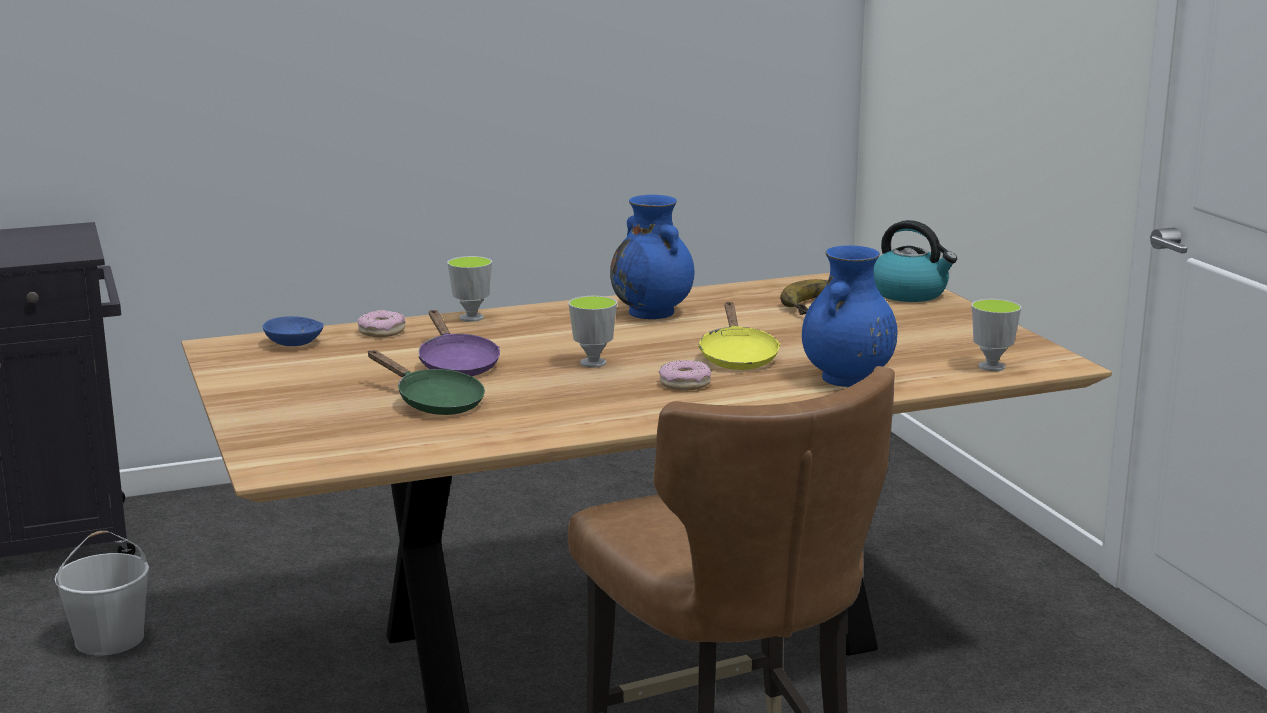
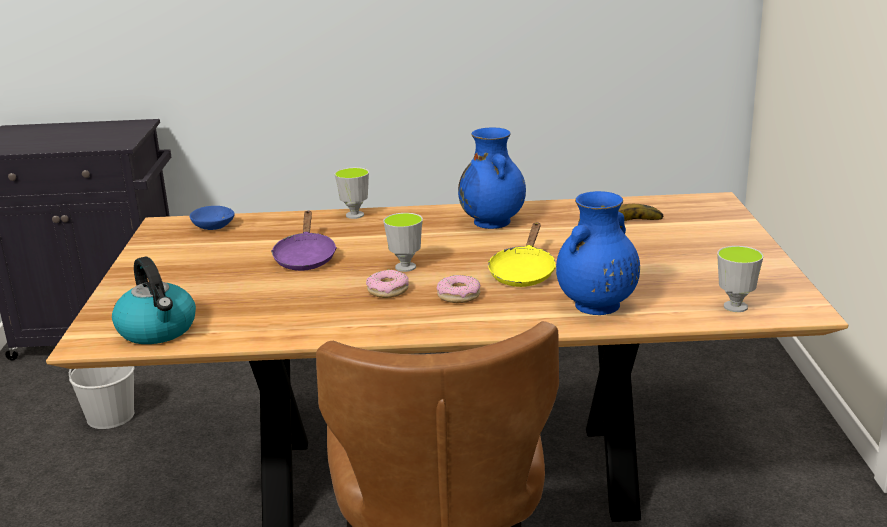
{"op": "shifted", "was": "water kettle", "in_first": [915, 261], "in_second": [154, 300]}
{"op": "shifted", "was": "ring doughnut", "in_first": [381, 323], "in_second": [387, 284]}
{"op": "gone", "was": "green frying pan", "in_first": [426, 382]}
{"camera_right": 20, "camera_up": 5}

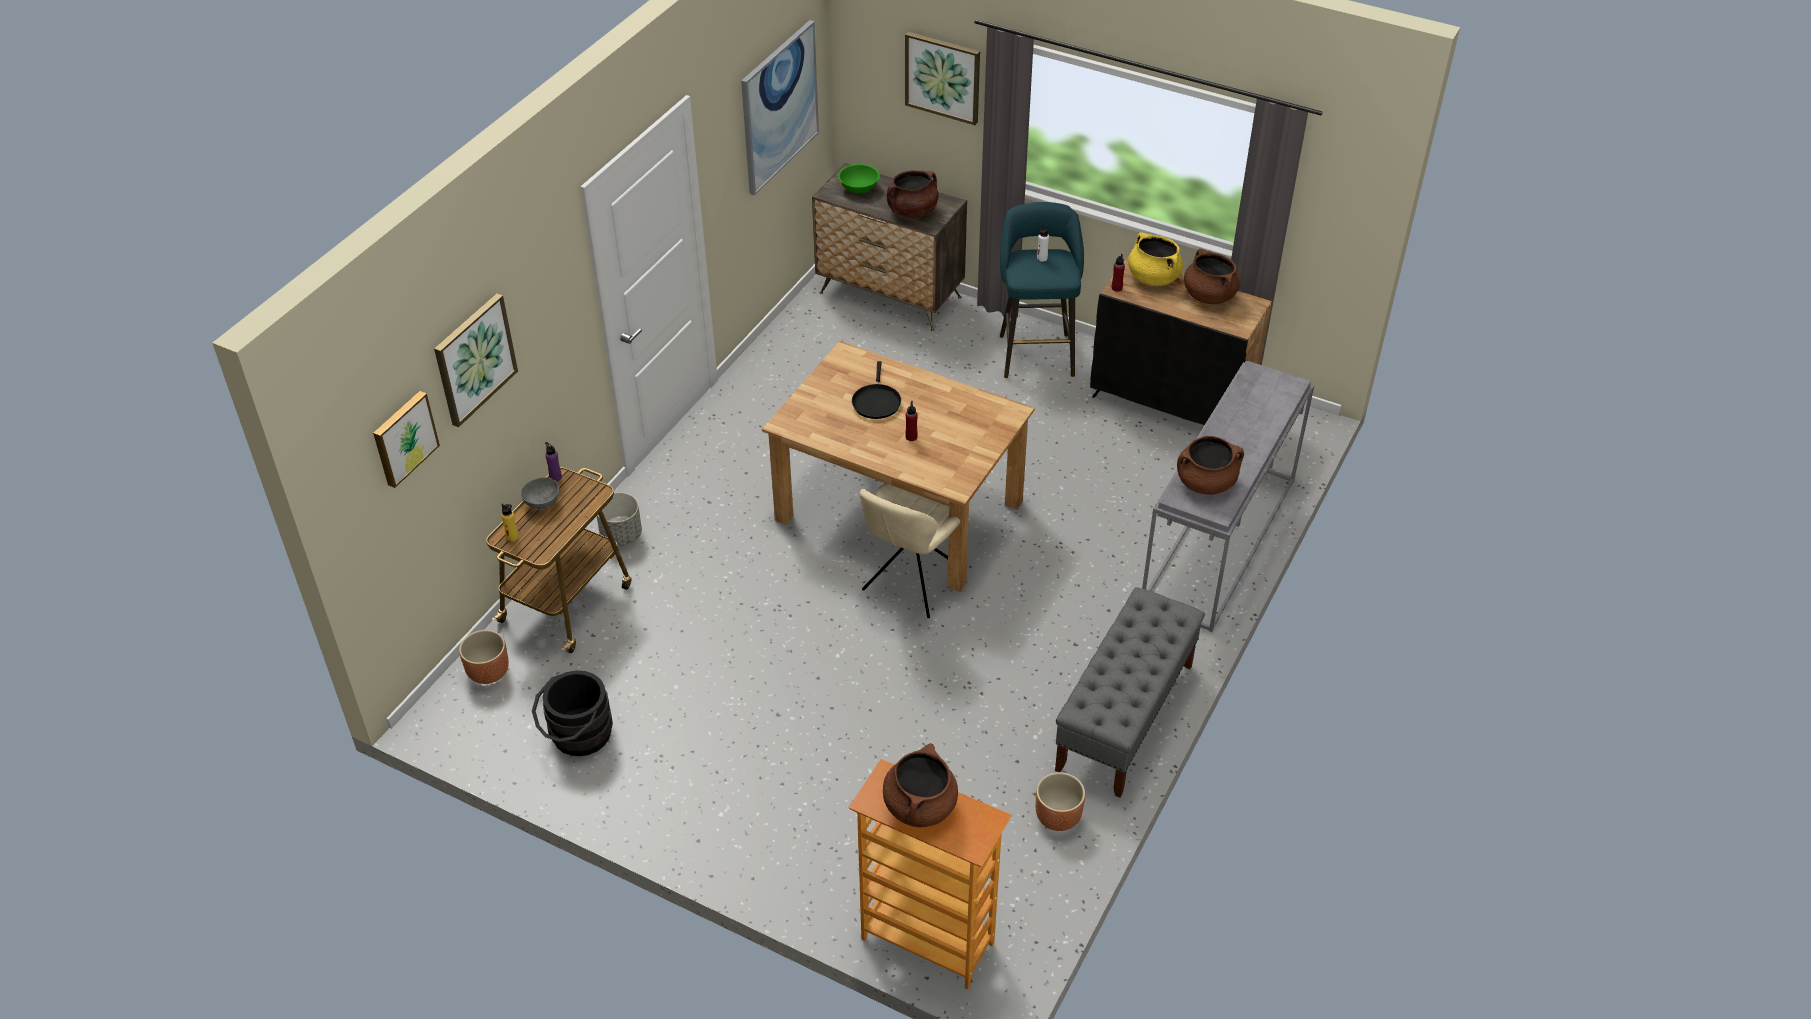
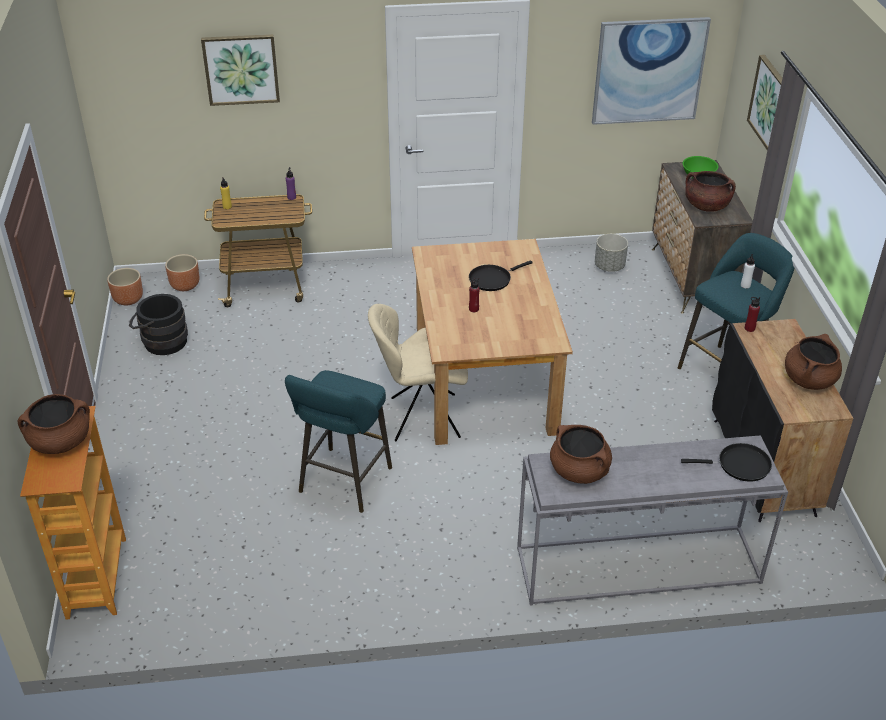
{"op": "shifted", "was": "brownish plant pot", "in_first": [1060, 801], "in_second": [125, 286]}
{"op": "new", "now": "turquoise-coloured sitting stool", "in_second": [338, 441]}
{"op": "shifted", "was": "grey plant pot", "in_first": [619, 519], "in_second": [611, 253]}
{"op": "new", "now": "black-coloured frying pan", "in_second": [726, 462]}
{"op": "gone", "was": "picture", "in_first": [406, 439]}
{"op": "gone", "was": "grey serving bowl", "in_first": [540, 493]}
{"op": "gone", "was": "grey long seat", "in_first": [1130, 692]}
{"op": "gone", "was": "yellow stockpot", "in_first": [1155, 259]}
{"camera_right": 55, "camera_up": -5}

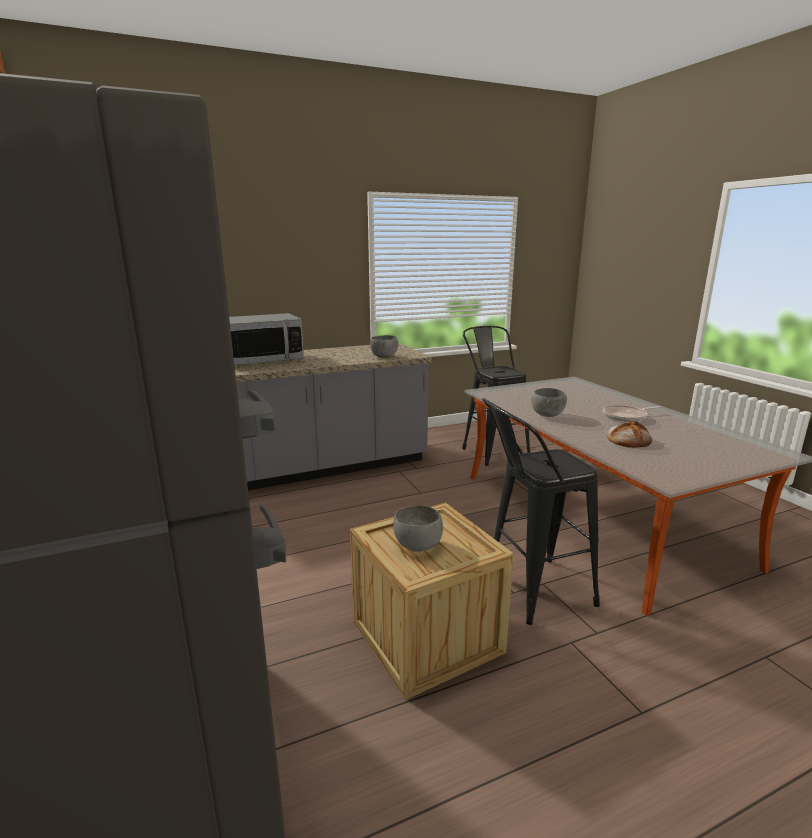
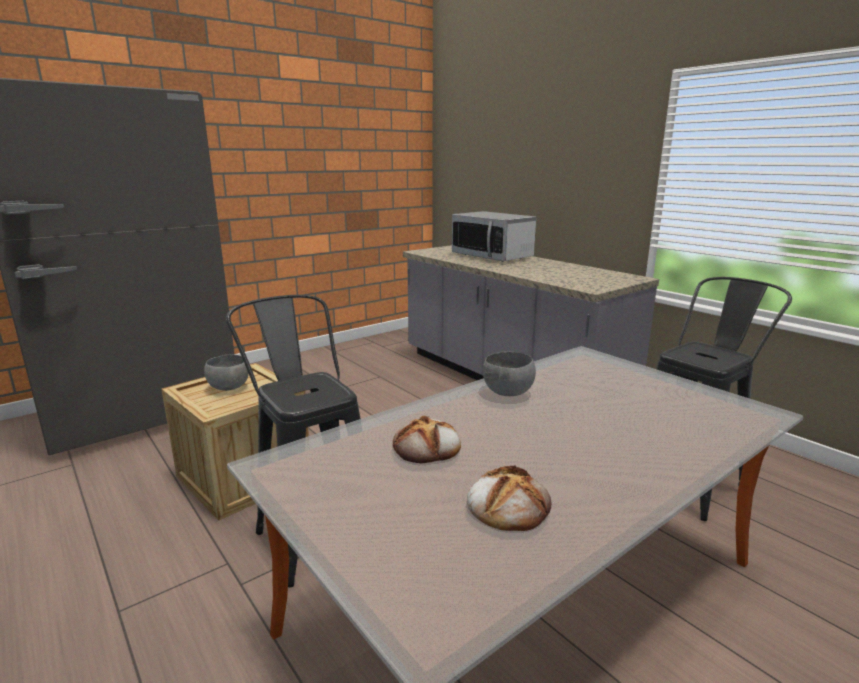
{"op": "new", "now": "bakery bread", "in_second": [509, 498]}
{"op": "gone", "was": "grey serving bowl", "in_first": [384, 346]}
{"op": "gone", "was": "frying pan", "in_first": [632, 413]}
{"camera_right": 75, "camera_up": 0}

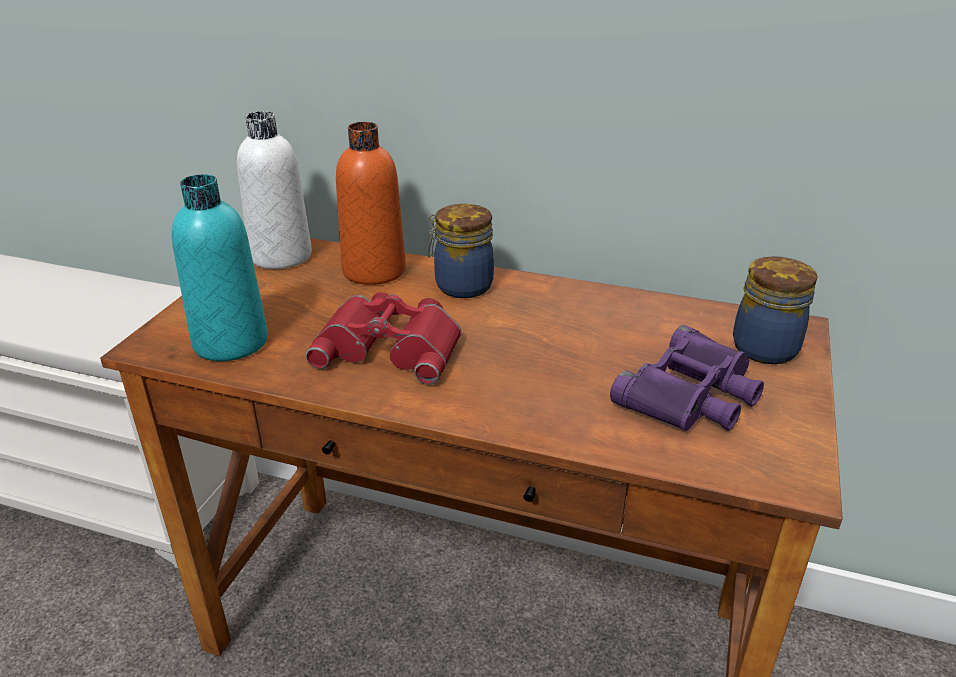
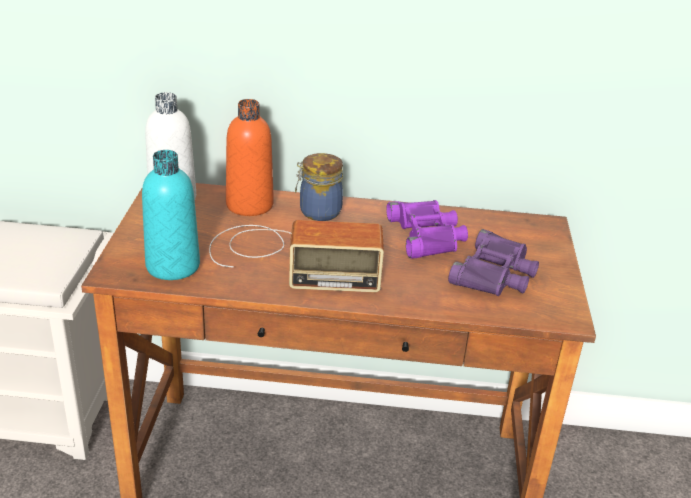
{"op": "swapped", "was": "red binoculars", "now": "radio receiver", "in_first": [383, 338], "in_second": [296, 256]}
{"op": "new", "now": "purple binoculars", "in_second": [427, 229]}
{"op": "gone", "was": "storage jar", "in_first": [775, 310]}
{"camera_right": -15, "camera_up": 0}

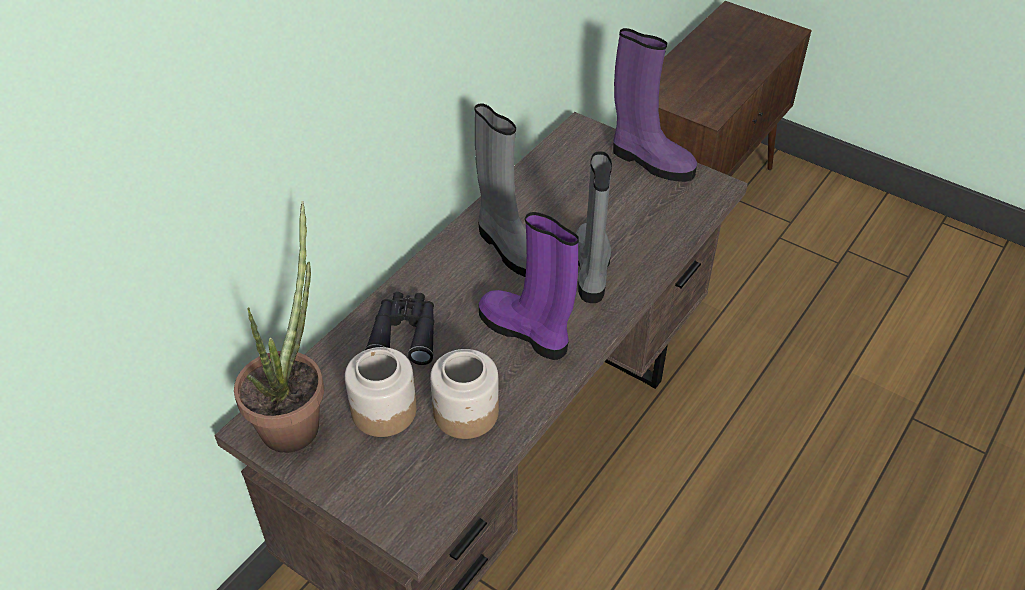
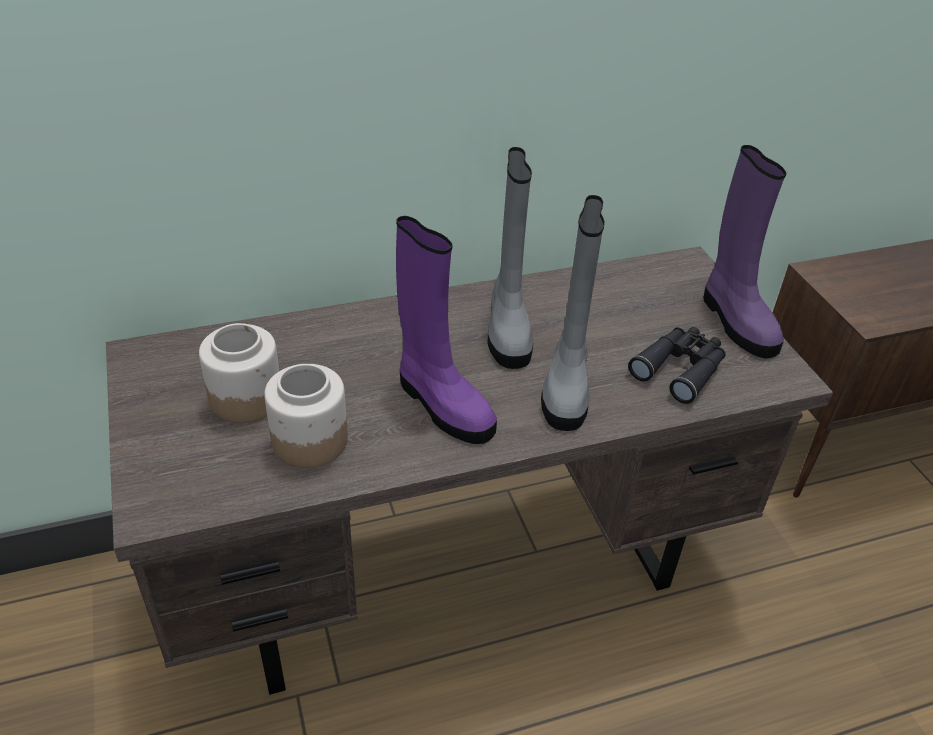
{"op": "rotated", "was": "purple boot", "in_first": [529, 286], "in_second": [446, 330], "clockwise": 150}
{"op": "rotated", "was": "grey boot", "in_first": [594, 227], "in_second": [573, 313], "clockwise": 150}
{"op": "shifted", "was": "black-coloured binoculars", "in_first": [399, 328], "in_second": [677, 365]}
{"op": "gone", "was": "potted plant", "in_first": [279, 327]}
{"camera_right": 35, "camera_up": -5}

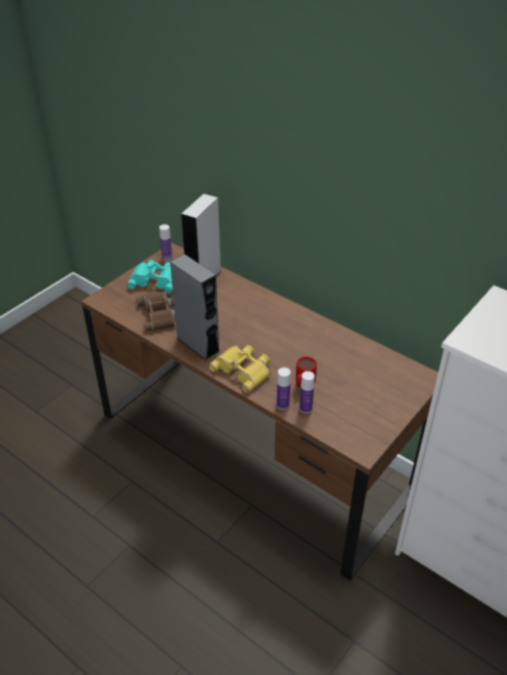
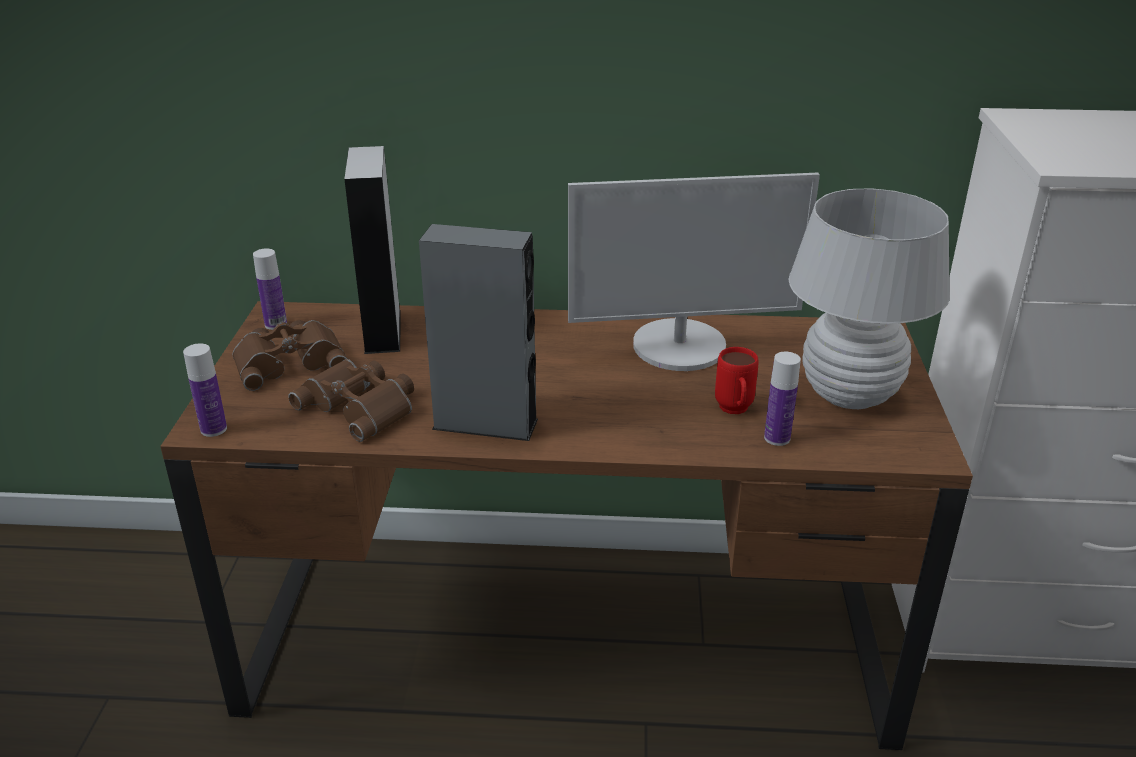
{"op": "shifted", "was": "beverage bottle", "in_first": [283, 388], "in_second": [205, 390]}
{"op": "repainted", "was": "turquoise-coloured binoculars", "now": "brownish binoculars", "in_first": [150, 277], "in_second": [290, 355]}
{"op": "new", "now": "computer screen", "in_second": [694, 272]}
{"op": "new", "now": "white-coloured tabletop lamp", "in_second": [869, 298]}
{"op": "gone", "was": "yellow binoculars", "in_first": [239, 369]}
{"camera_right": -35, "camera_up": -10}

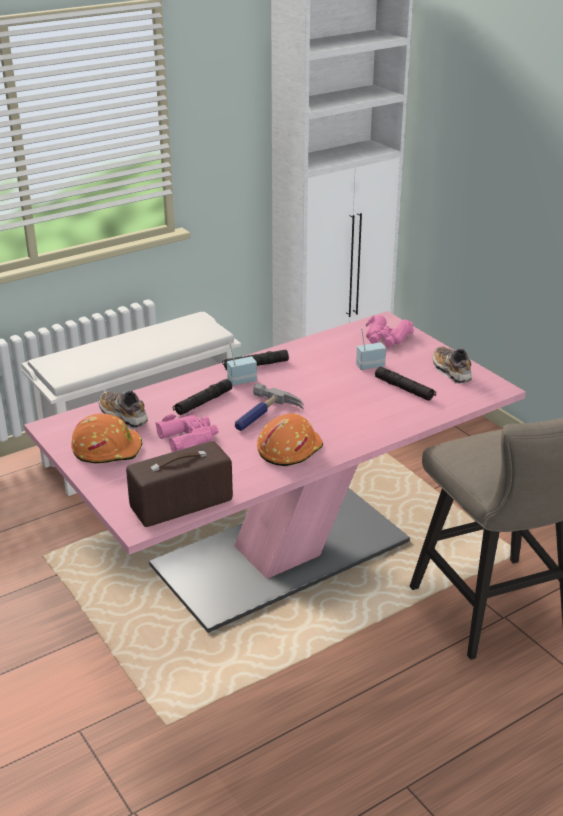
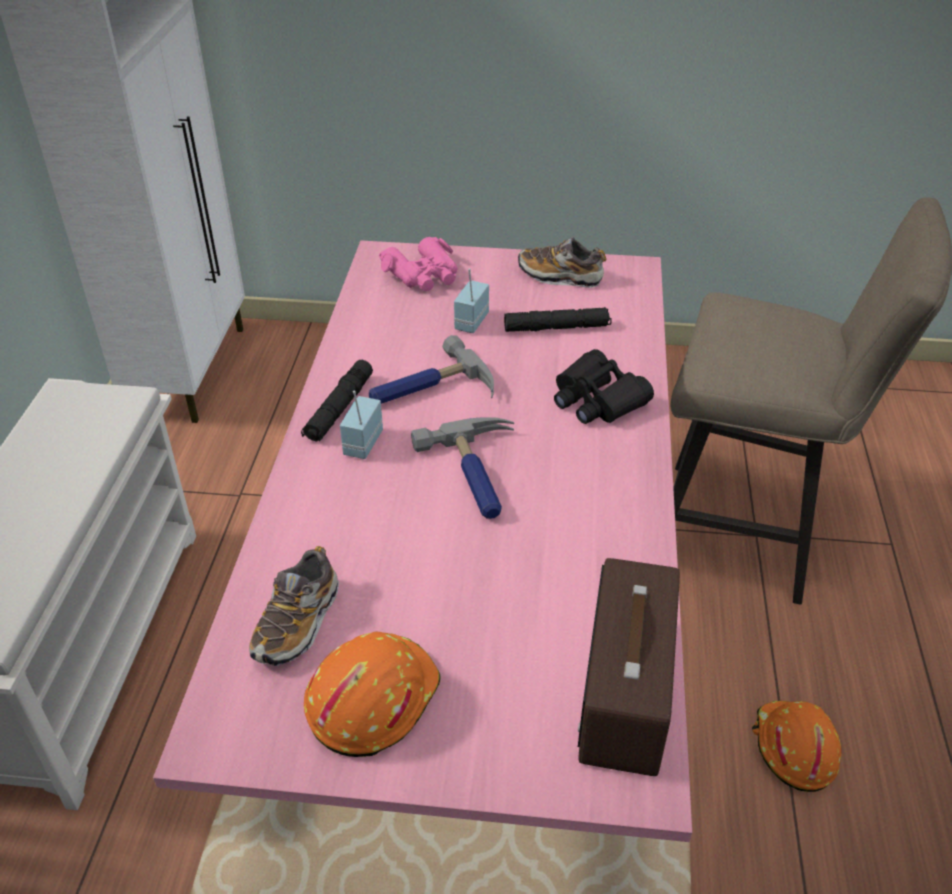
{"op": "rotated", "was": "item of footwear", "in_first": [123, 409], "in_second": [294, 606], "clockwise": -60}
{"op": "new", "now": "tool hammer", "in_second": [431, 369]}
{"op": "new", "now": "black-coloured binoculars", "in_second": [604, 386]}
{"op": "shifted", "was": "orangey work helmet", "in_first": [290, 439], "in_second": [796, 746]}
{"op": "gone", "was": "pinkish binoculars", "in_first": [187, 433]}
{"op": "gone", "was": "black-coloured hand torch", "in_first": [202, 397]}
{"camera_right": -50, "camera_up": 10}

